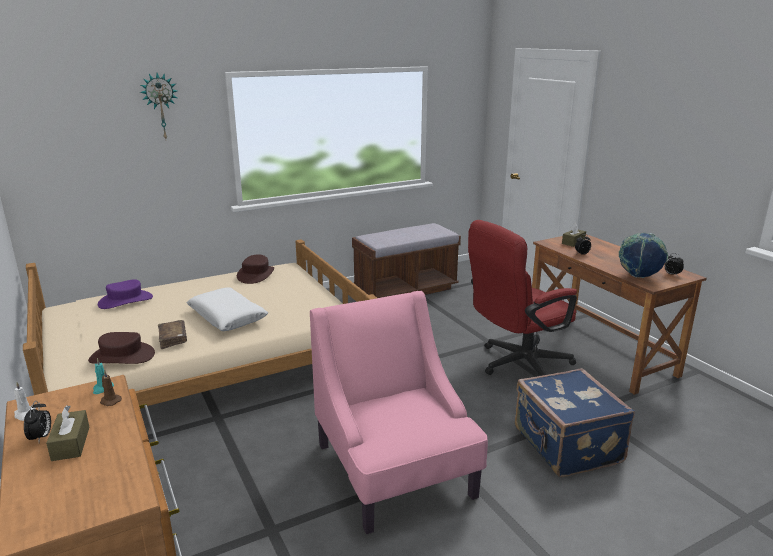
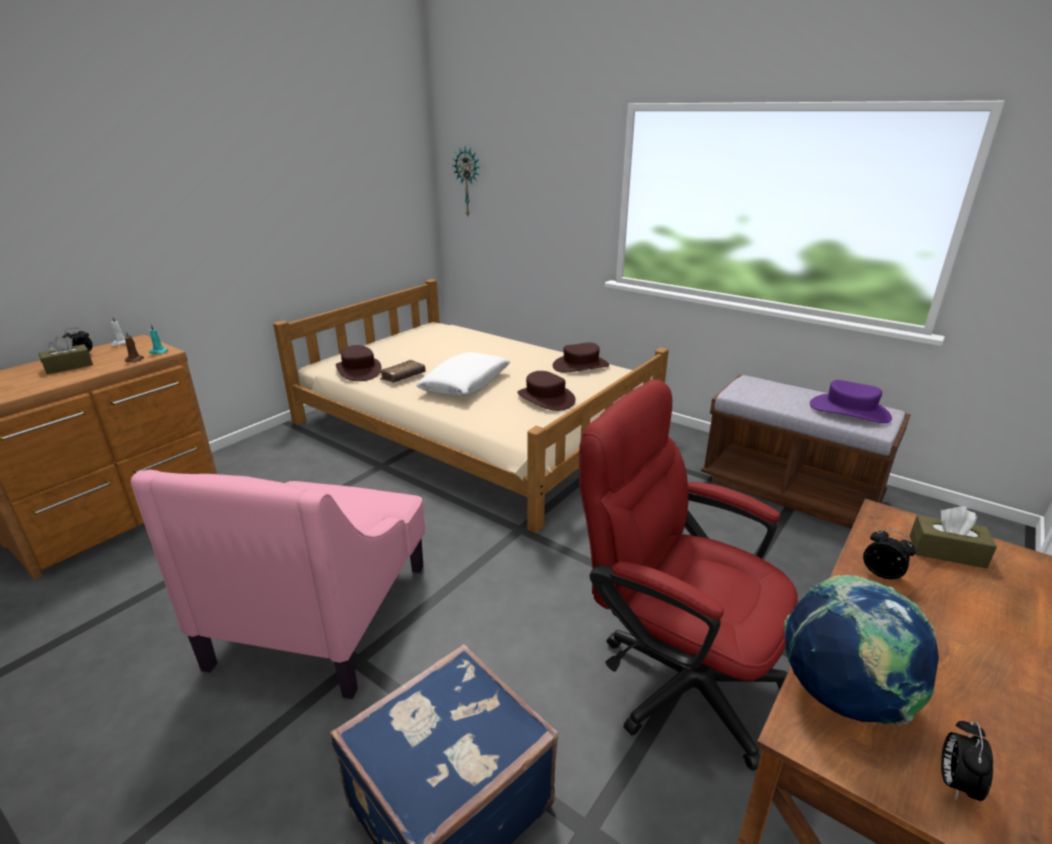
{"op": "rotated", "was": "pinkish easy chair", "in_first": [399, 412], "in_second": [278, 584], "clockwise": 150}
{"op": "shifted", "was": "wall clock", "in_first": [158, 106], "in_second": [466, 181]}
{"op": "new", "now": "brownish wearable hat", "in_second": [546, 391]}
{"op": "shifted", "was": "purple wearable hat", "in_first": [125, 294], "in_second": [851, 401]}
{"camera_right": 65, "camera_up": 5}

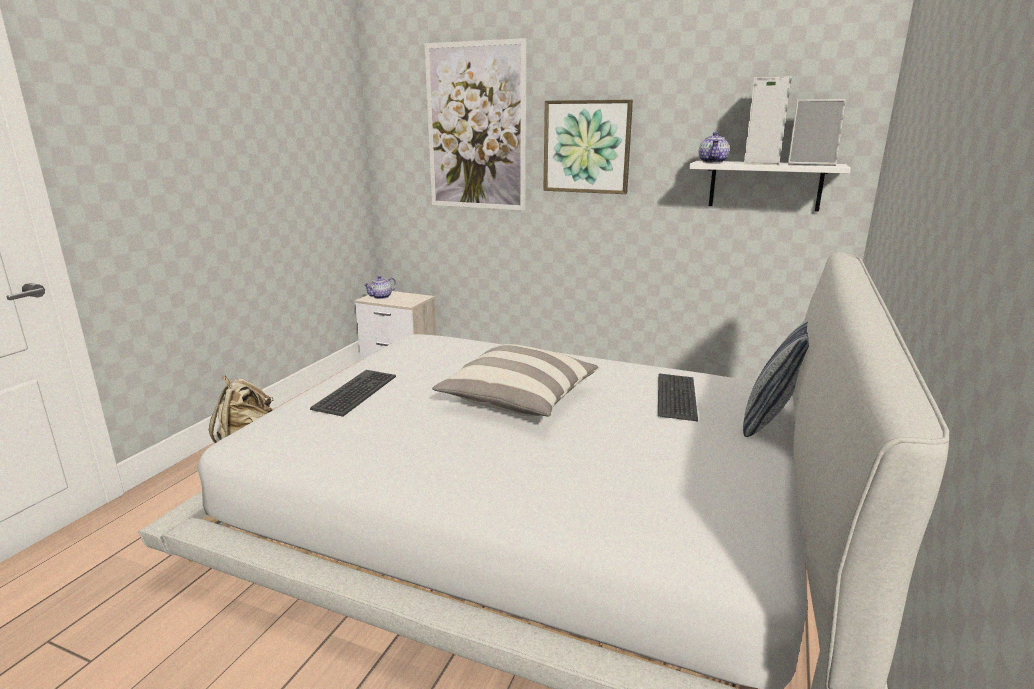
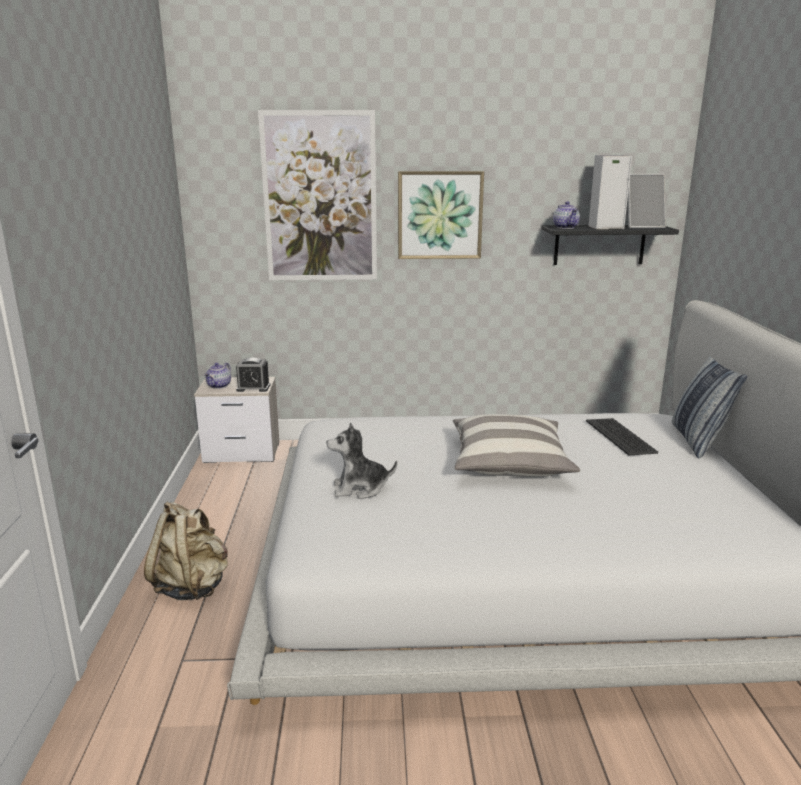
{"op": "new", "now": "bedside clock", "in_second": [253, 375]}
{"op": "swapped", "was": "keyboard", "now": "plush toy", "in_first": [353, 393], "in_second": [362, 461]}
{"op": "repainted", "was": "white-coloured shelf", "now": "black-coloured shelf", "in_first": [770, 186], "in_second": [610, 245]}
{"camera_right": -25, "camera_up": 0}

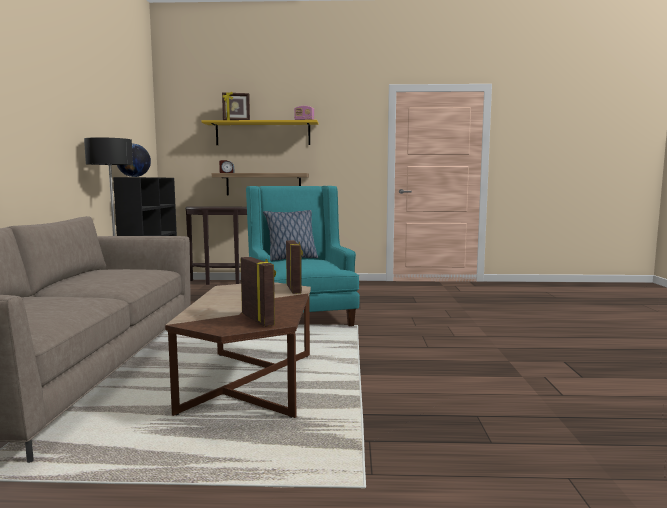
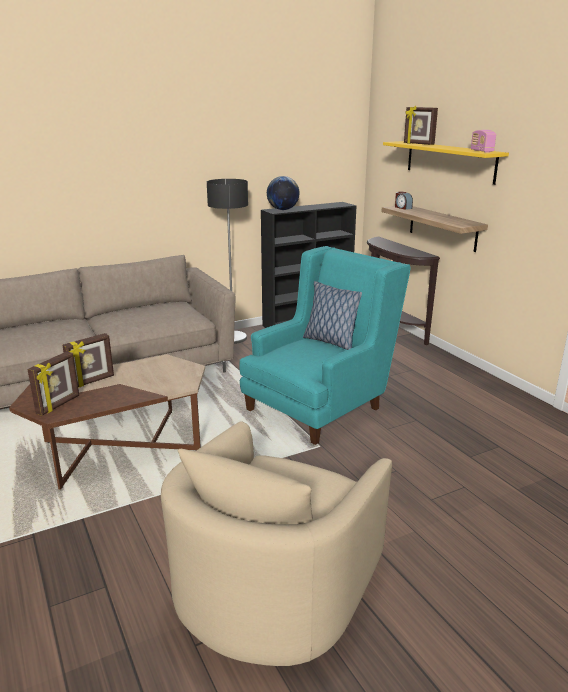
{"op": "shifted", "was": "photo frame", "in_first": [294, 267], "in_second": [88, 360]}
{"op": "new", "now": "sand-coloured easy chair", "in_second": [276, 544]}
{"camera_right": 60, "camera_up": 15}

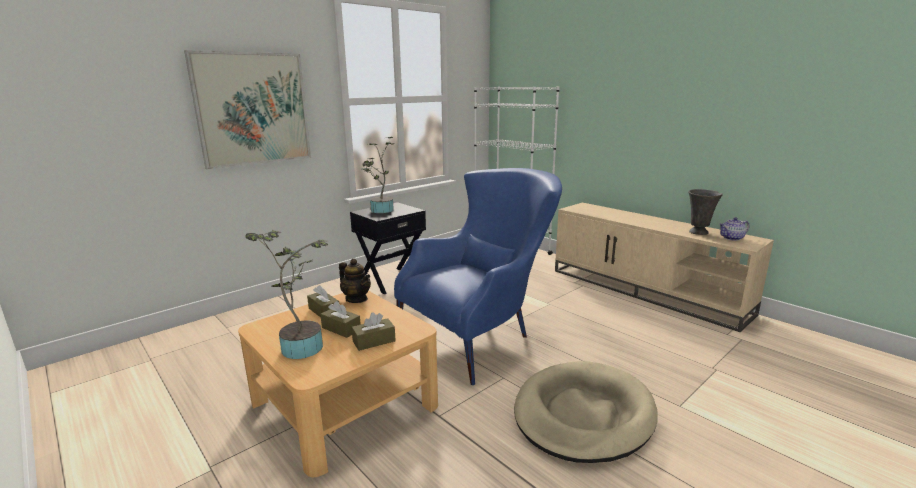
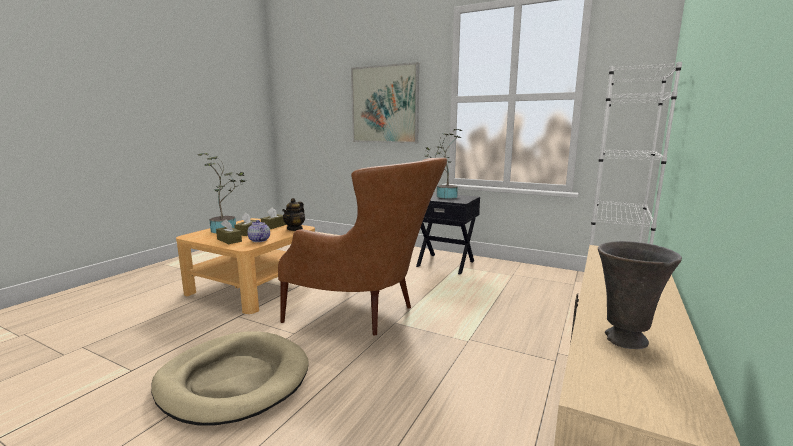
{"op": "shifted", "was": "teapot", "in_first": [734, 229], "in_second": [258, 231]}
{"op": "repainted", "was": "blue easy chair", "now": "brownish easy chair", "in_first": [478, 276], "in_second": [362, 247]}
{"camera_right": 70, "camera_up": -5}

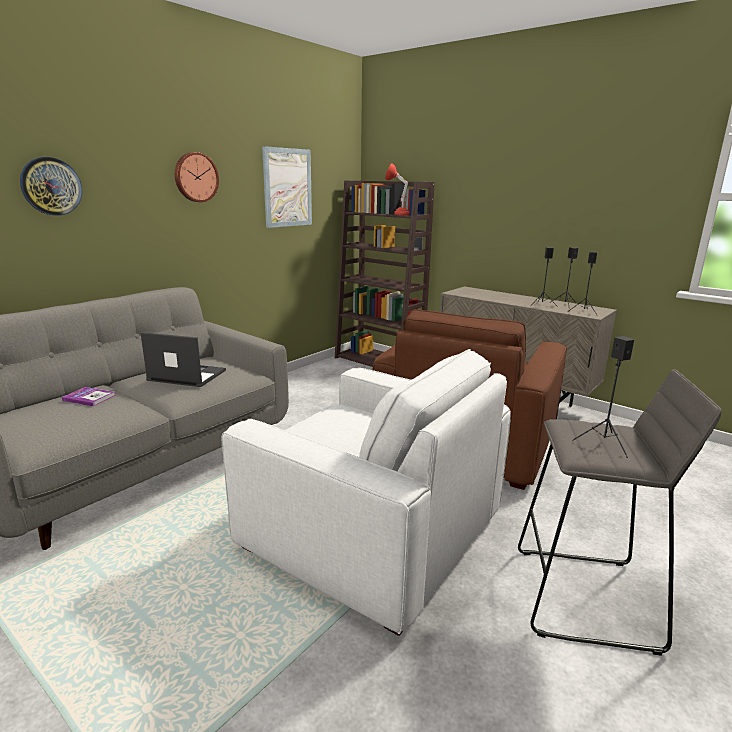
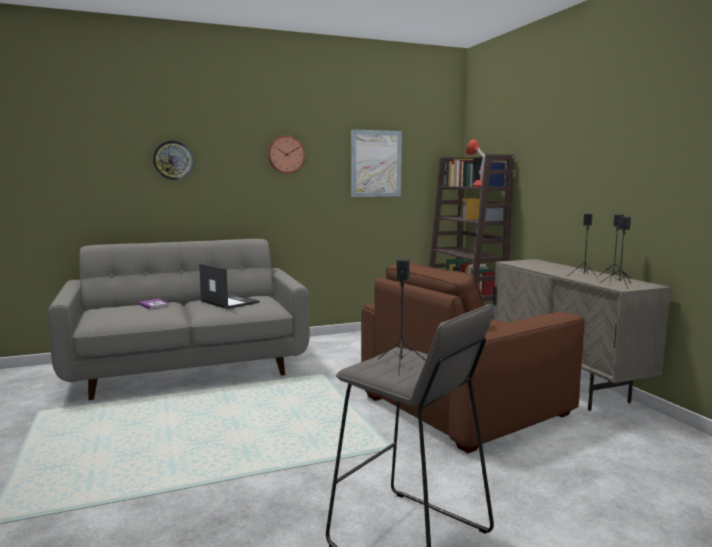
{"op": "gone", "was": "white-coloured easy chair", "in_first": [366, 492]}
{"camera_right": 30, "camera_up": -10}

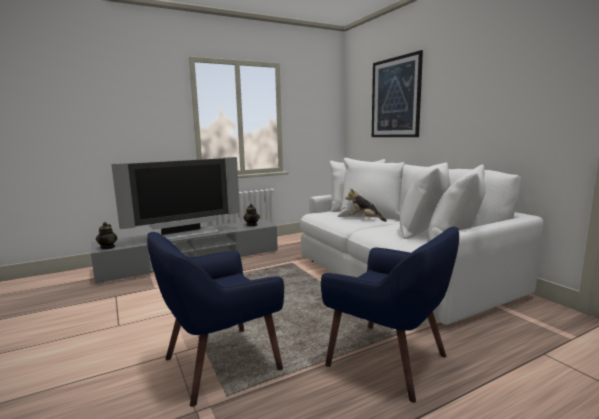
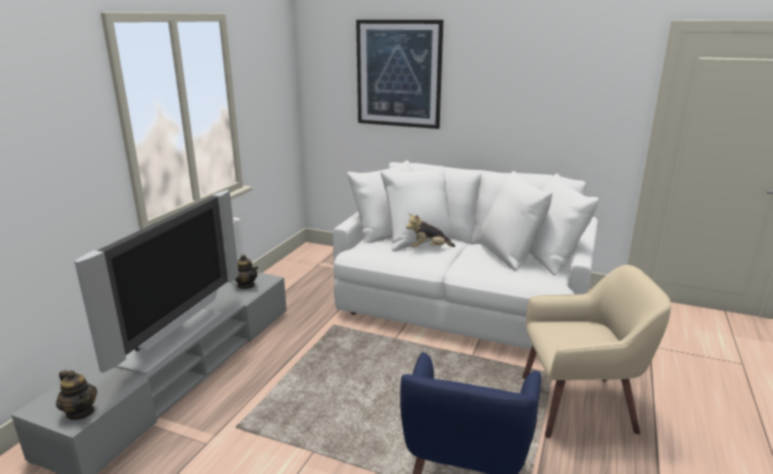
{"op": "repainted", "was": "blue easy chair", "now": "sand-coloured easy chair", "in_first": [390, 315], "in_second": [596, 351]}
{"camera_right": -40, "camera_up": 10}

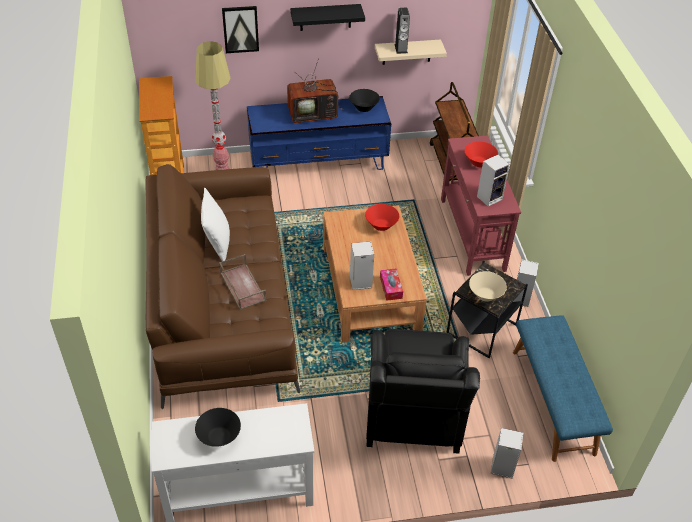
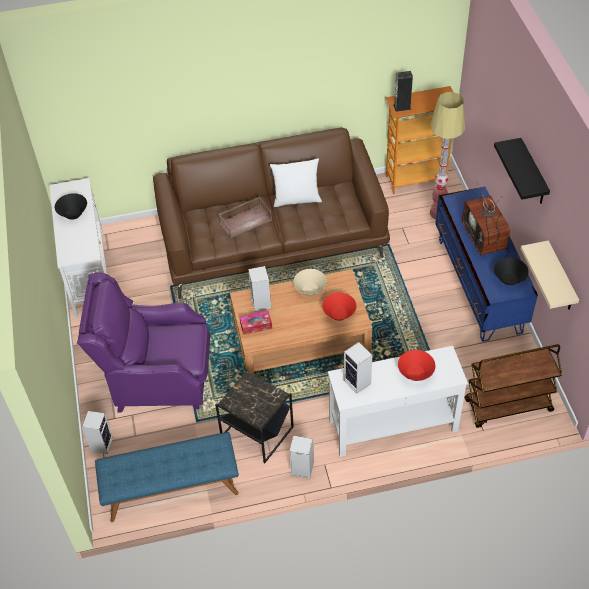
{"op": "repainted", "was": "black-coloured easy chair", "now": "purple easy chair", "in_first": [423, 391], "in_second": [143, 342]}
{"op": "shifted", "was": "sand-coloured serving bowl", "in_first": [488, 286], "in_second": [310, 282]}
{"op": "repainted", "was": "red hall table", "now": "white-coloured hall table", "in_first": [481, 205], "in_second": [398, 401]}
{"op": "shifted", "was": "audio speaker", "in_first": [402, 31], "in_second": [403, 91]}
{"op": "gone", "was": "picture", "in_first": [240, 29]}
{"camera_right": 90, "camera_up": 5}

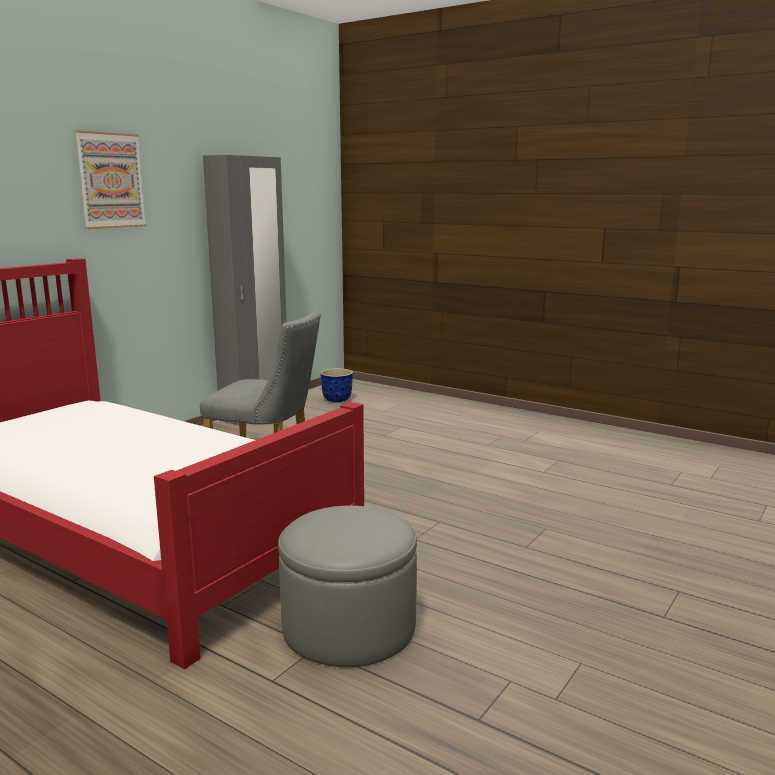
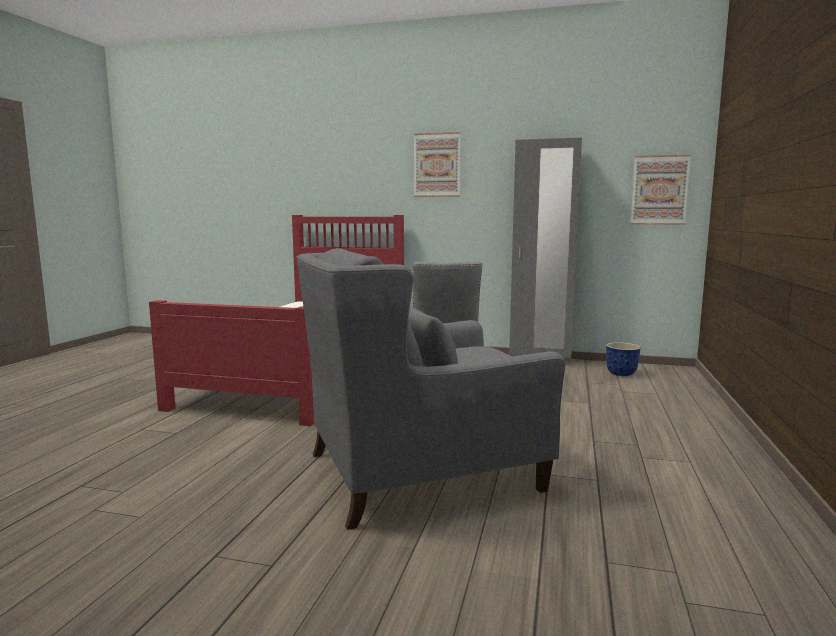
{"op": "new", "now": "grey easy chair", "in_second": [430, 389]}
{"op": "new", "now": "picture", "in_second": [661, 190]}
{"op": "gone", "was": "grey footrest", "in_first": [347, 586]}
{"camera_right": 70, "camera_up": -5}

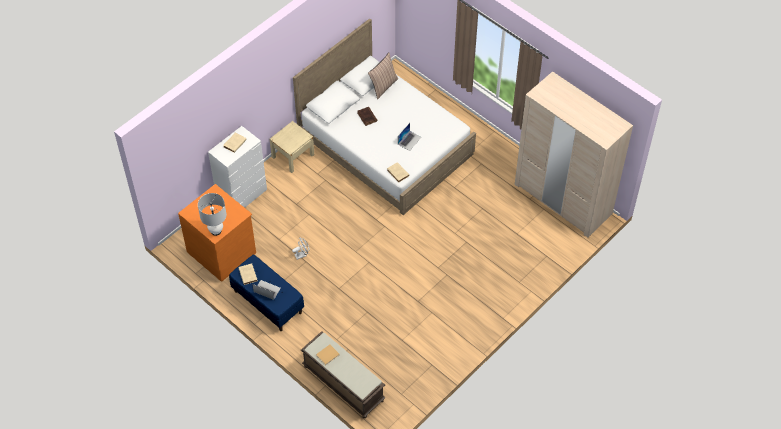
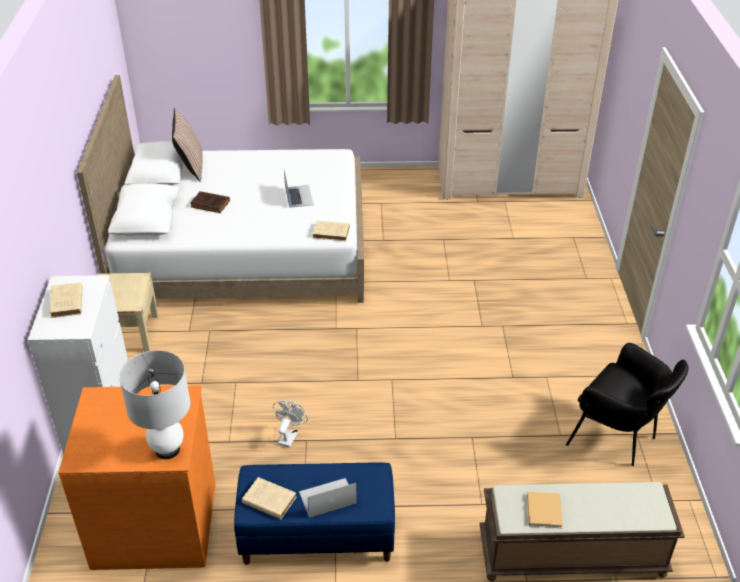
{"op": "new", "now": "black-coloured easy chair", "in_second": [627, 404]}
{"camera_right": -45, "camera_up": -15}

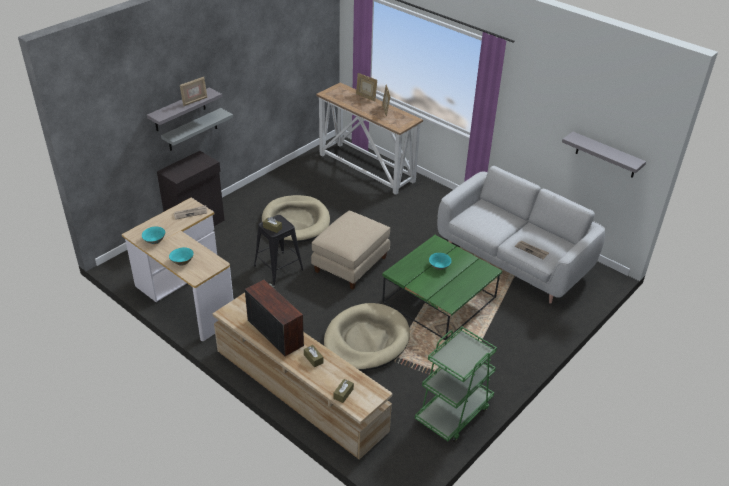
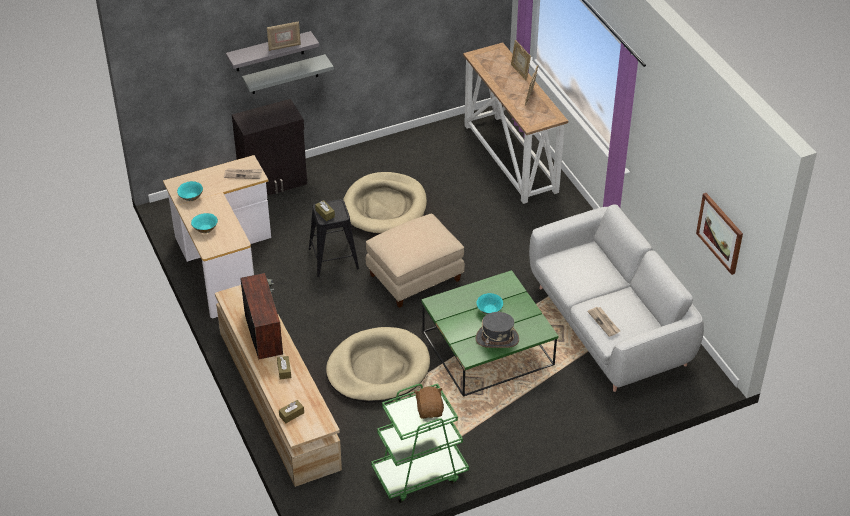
{"op": "new", "now": "brownish plush toy", "in_second": [429, 402]}
{"op": "new", "now": "grey wearable hat", "in_second": [497, 330]}
{"op": "swapped", "was": "grey shelf", "now": "picture", "in_first": [604, 155], "in_second": [719, 234]}
{"camera_right": 25, "camera_up": 5}

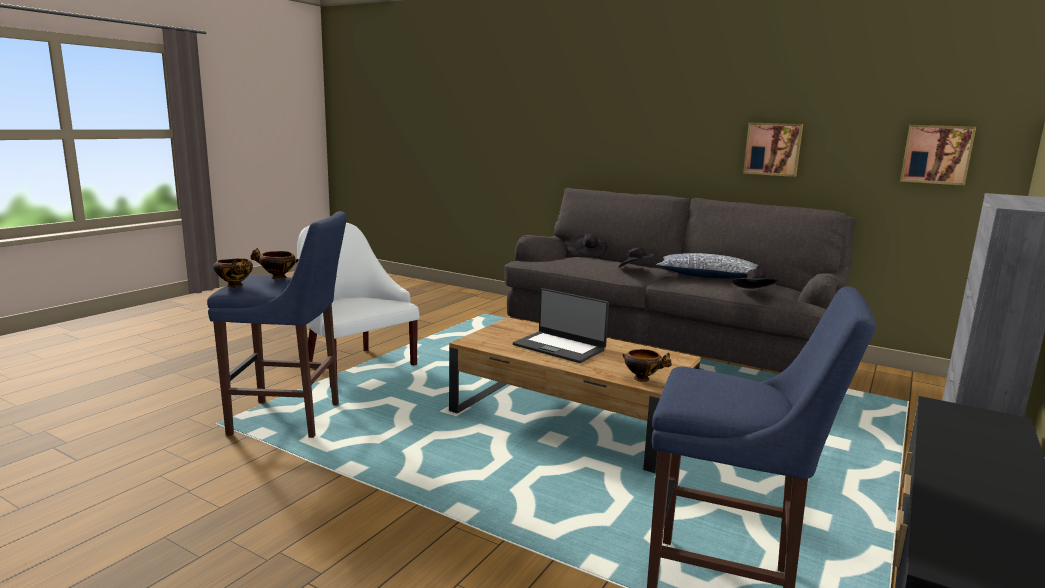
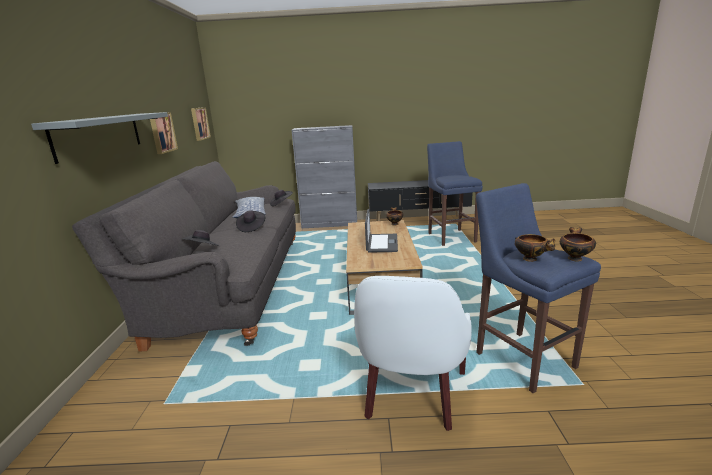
{"op": "new", "now": "grey shelf", "in_second": [99, 138]}
{"camera_right": -120, "camera_up": 5}

